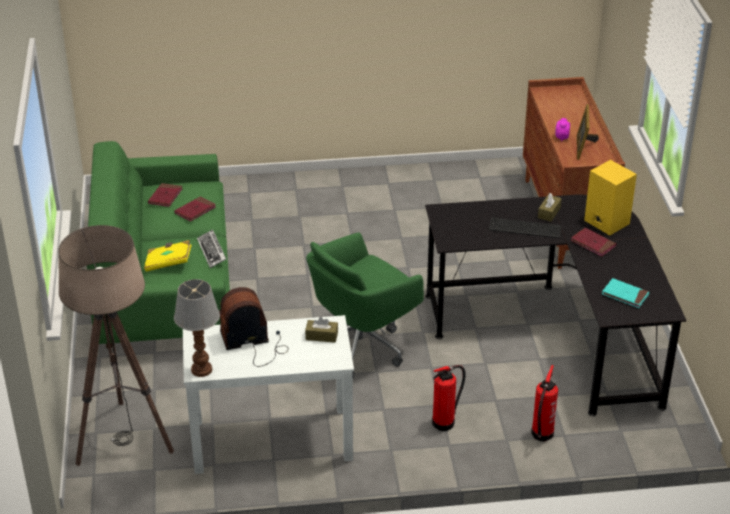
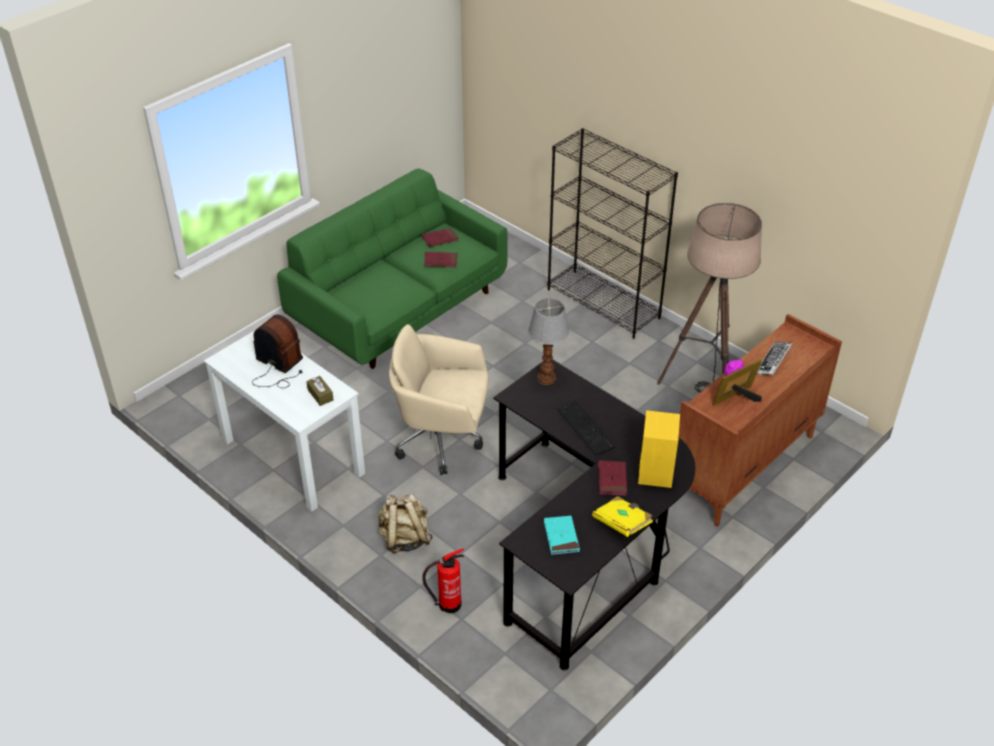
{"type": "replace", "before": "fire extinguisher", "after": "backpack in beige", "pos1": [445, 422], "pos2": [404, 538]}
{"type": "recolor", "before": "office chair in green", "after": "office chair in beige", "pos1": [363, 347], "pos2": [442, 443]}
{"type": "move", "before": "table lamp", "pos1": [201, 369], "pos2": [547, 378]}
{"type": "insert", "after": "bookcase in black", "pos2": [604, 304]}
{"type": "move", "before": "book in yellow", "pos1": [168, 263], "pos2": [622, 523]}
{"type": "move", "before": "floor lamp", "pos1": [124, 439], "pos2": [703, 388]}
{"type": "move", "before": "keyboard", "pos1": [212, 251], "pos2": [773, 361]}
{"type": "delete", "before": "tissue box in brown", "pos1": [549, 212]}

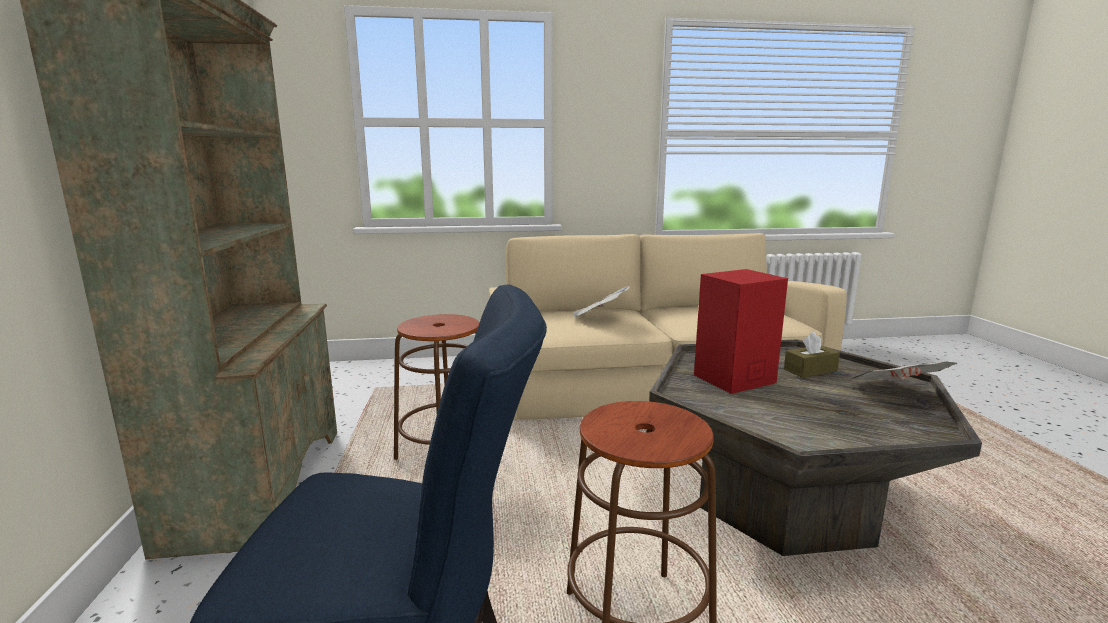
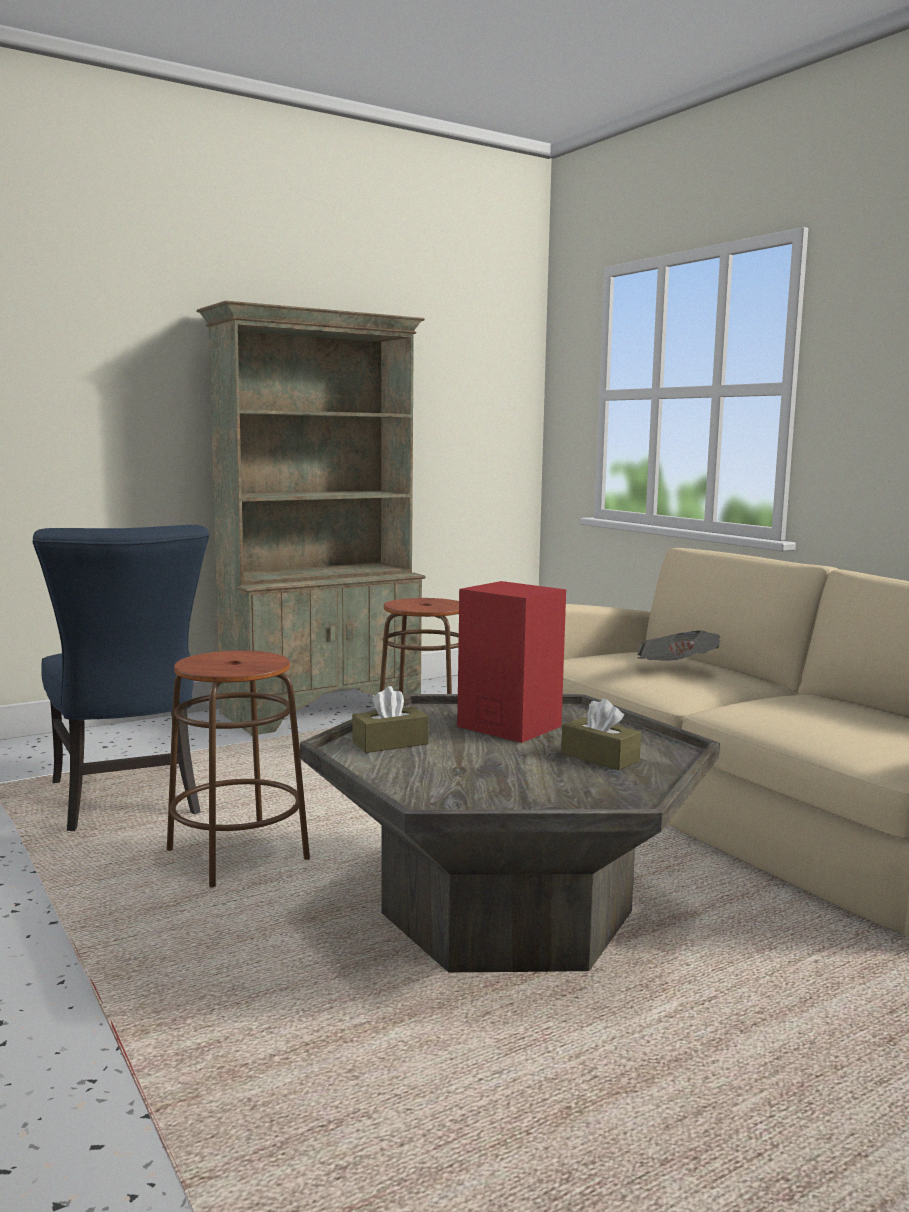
{"type": "insert", "after": "tissue box in brown", "pos2": [390, 743]}
{"type": "delete", "before": "newspaper", "pos1": [894, 394]}

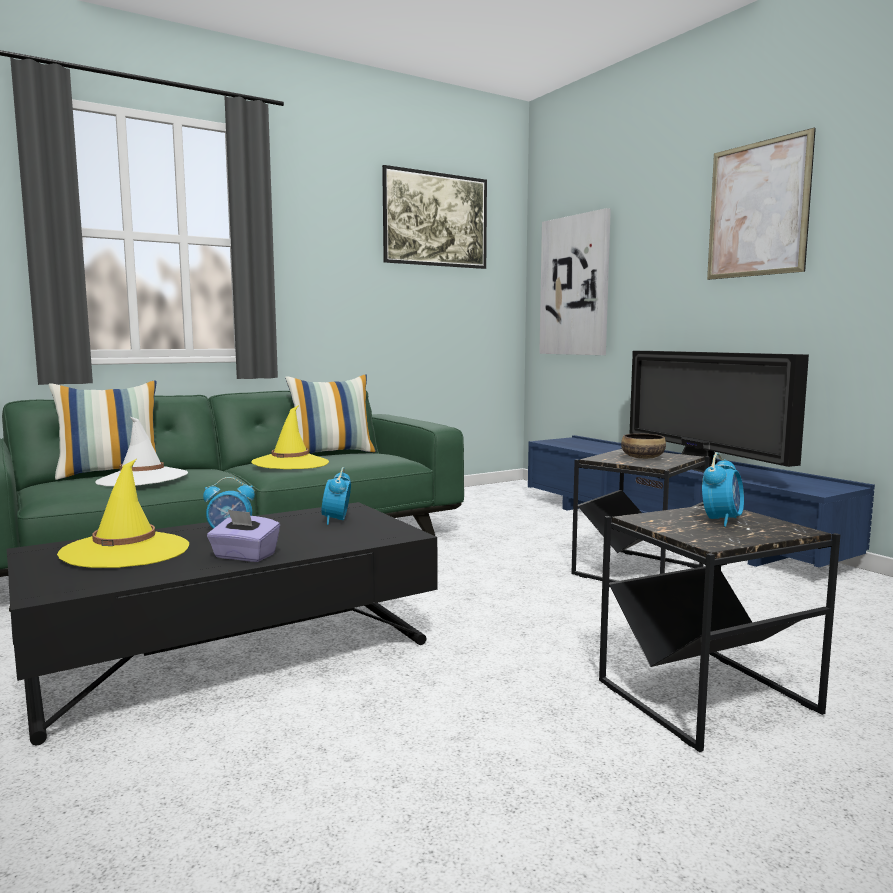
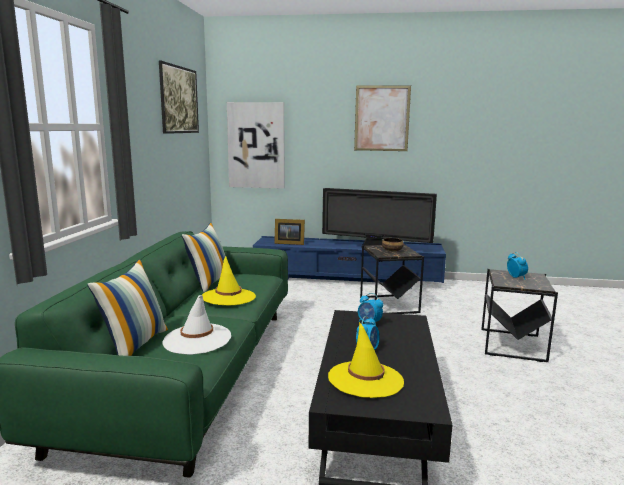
{"type": "insert", "after": "picture frame", "pos2": [288, 243]}
{"type": "delete", "before": "tissue box in purple", "pos1": [244, 556]}

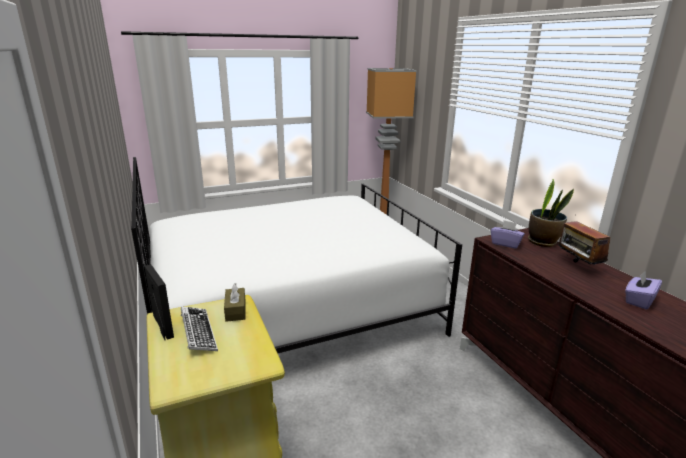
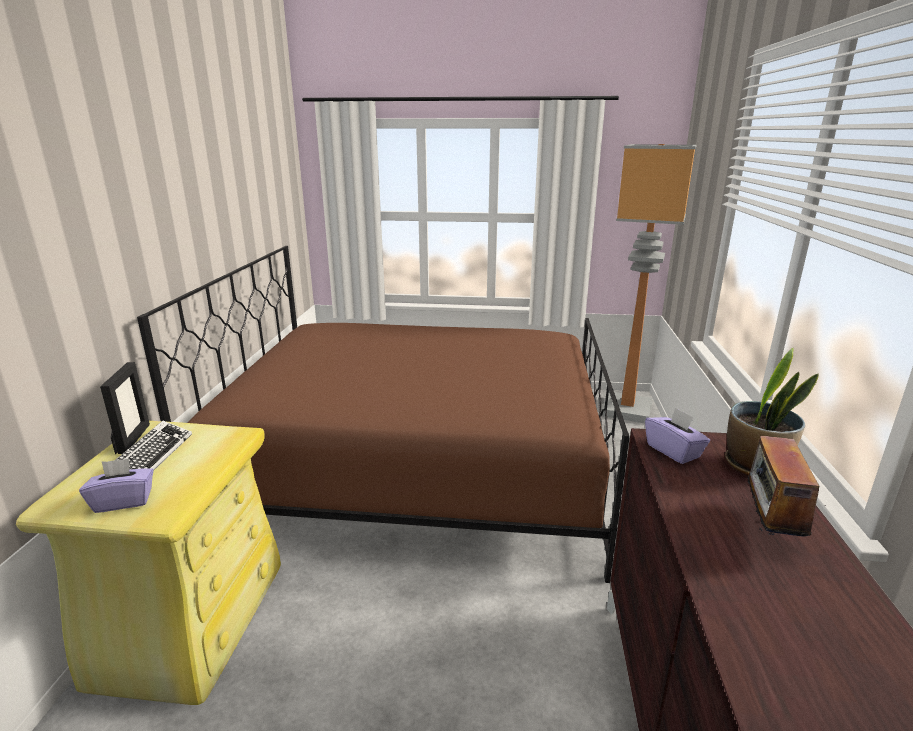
{"type": "move", "before": "tissue box in purple", "pos1": [639, 300], "pos2": [124, 501]}
{"type": "recolor", "before": "bed in white", "after": "bed in brown", "pos1": [290, 311], "pos2": [418, 473]}
{"type": "delete", "before": "tissue box in brown", "pos1": [235, 310]}

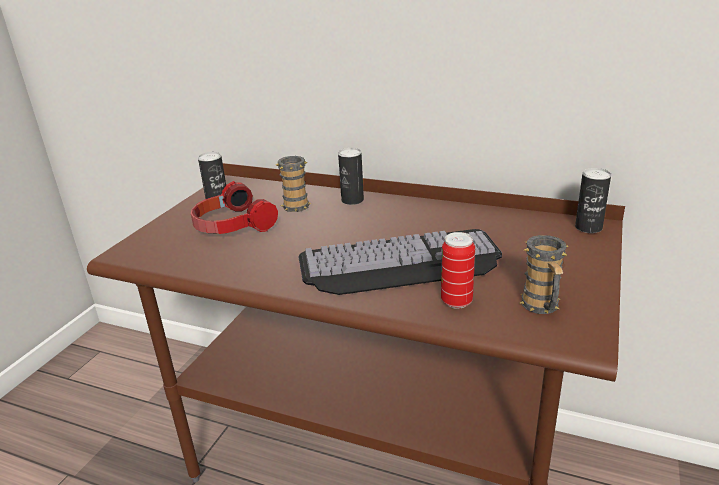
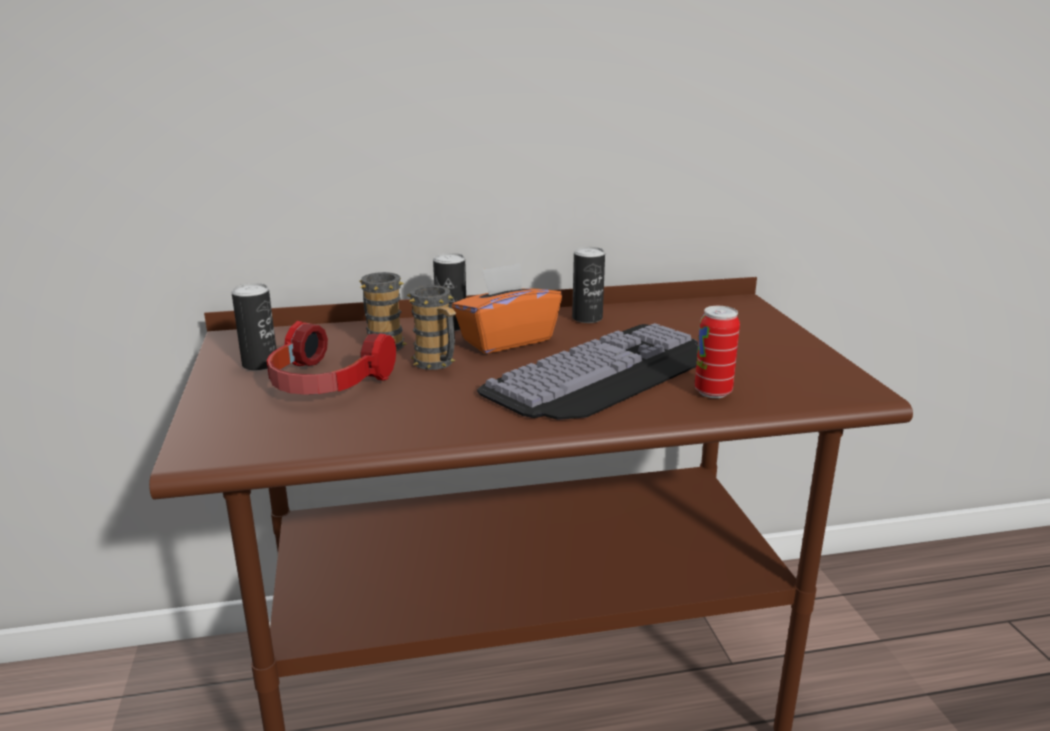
{"type": "move", "before": "mug", "pos1": [542, 307], "pos2": [437, 364]}
{"type": "insert", "after": "tissue box in orange", "pos2": [506, 340]}
{"type": "move", "before": "can", "pos1": [588, 227], "pos2": [587, 318]}

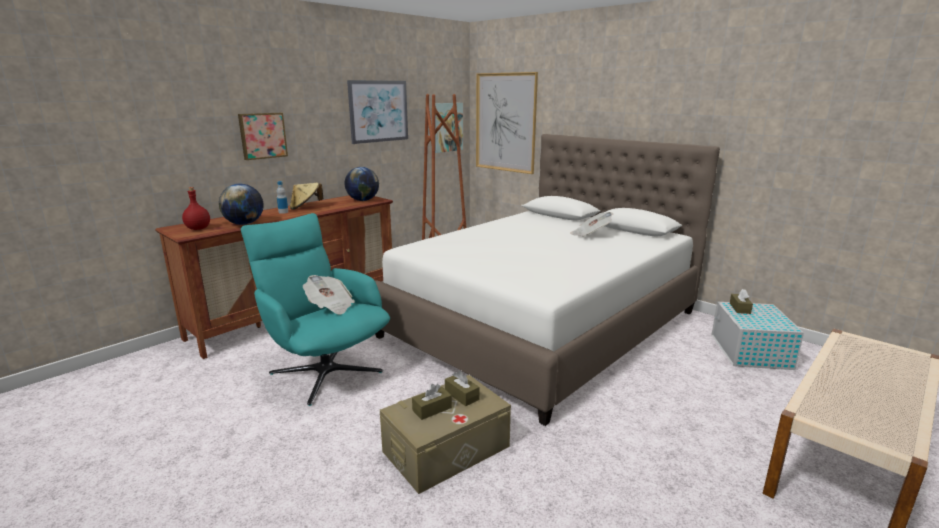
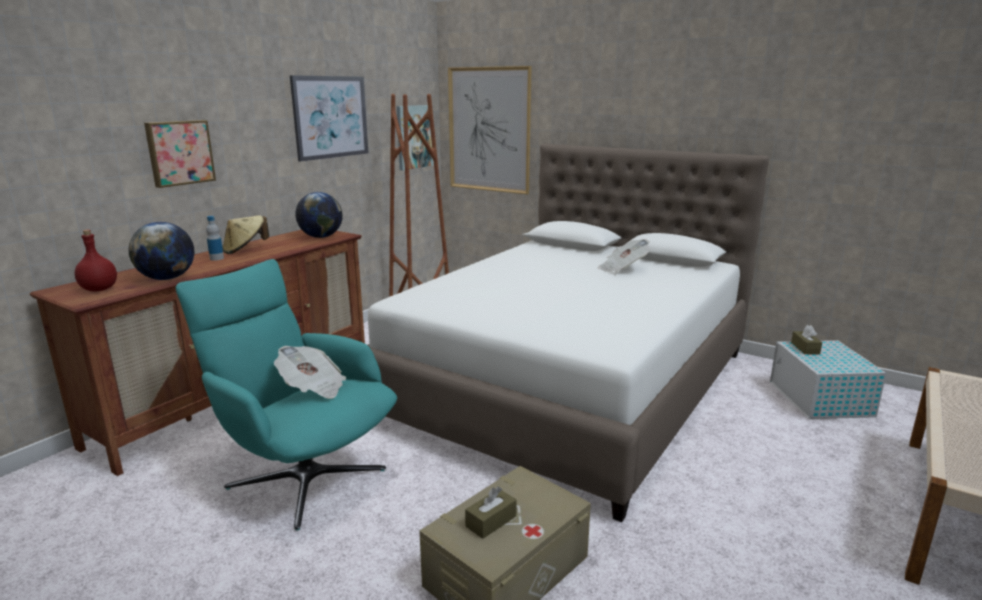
{"type": "delete", "before": "tissue box in brown", "pos1": [462, 395]}

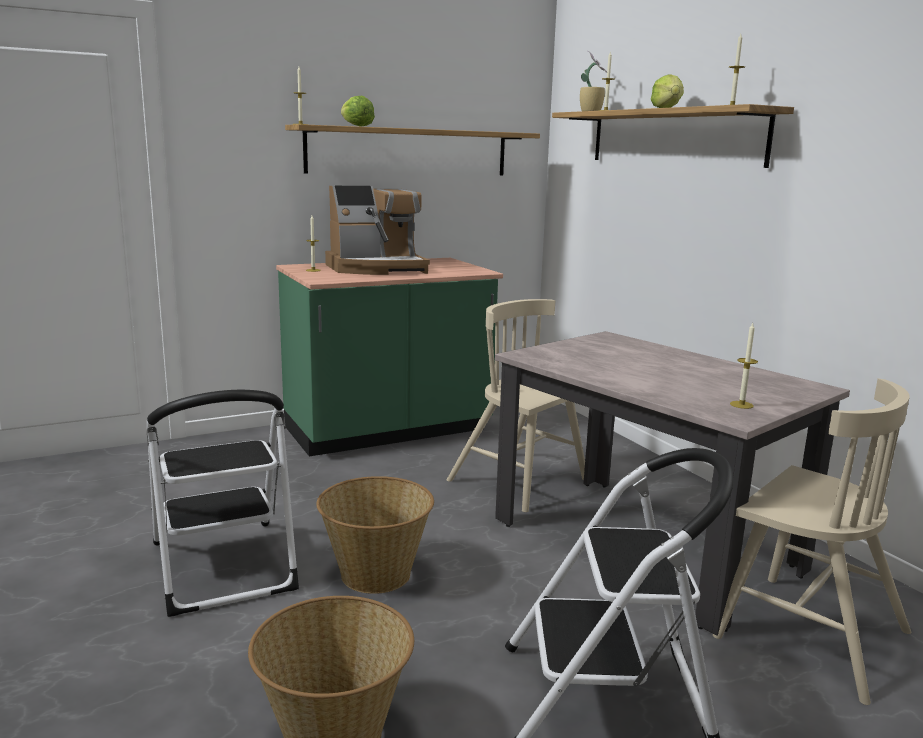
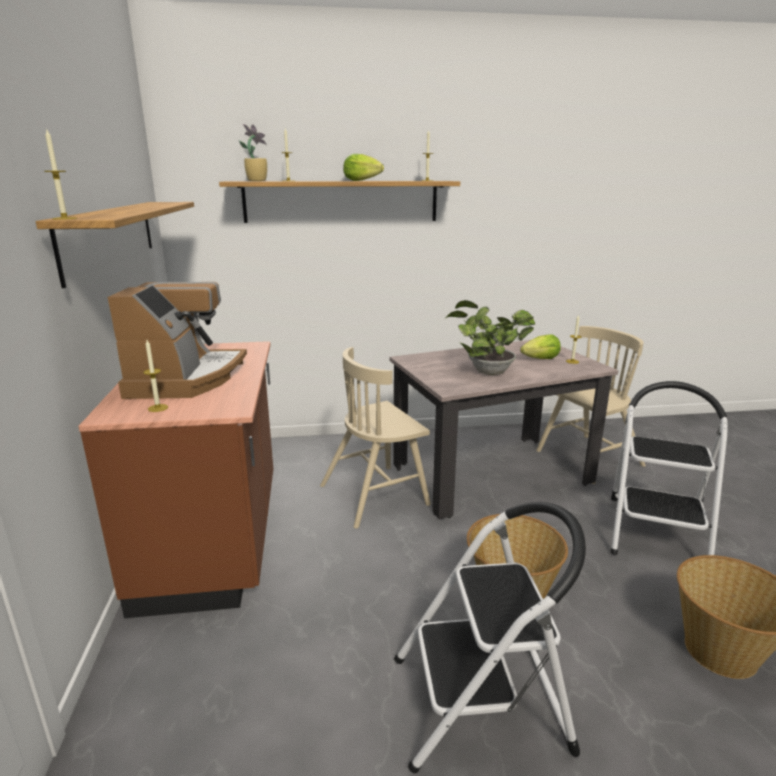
{"type": "recolor", "before": "counter in green", "after": "counter in brown", "pos1": [388, 431], "pos2": [215, 540]}
{"type": "insert", "after": "potted plant", "pos2": [486, 371]}
{"type": "move", "before": "lettuce", "pos1": [356, 126], "pos2": [541, 359]}

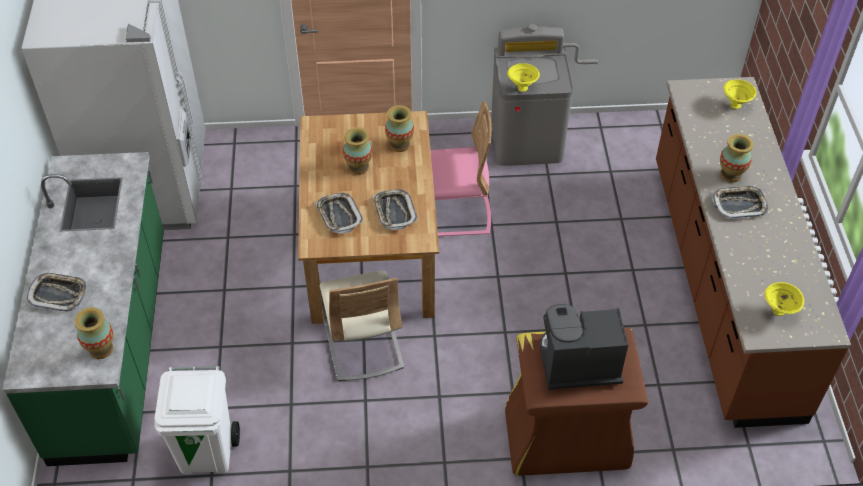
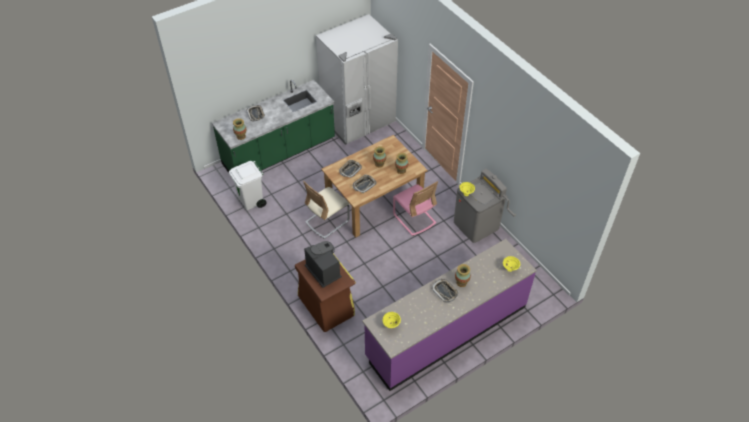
{"type": "recolor", "before": "counter in brown", "after": "counter in purple", "pos1": [722, 285], "pos2": [446, 331]}

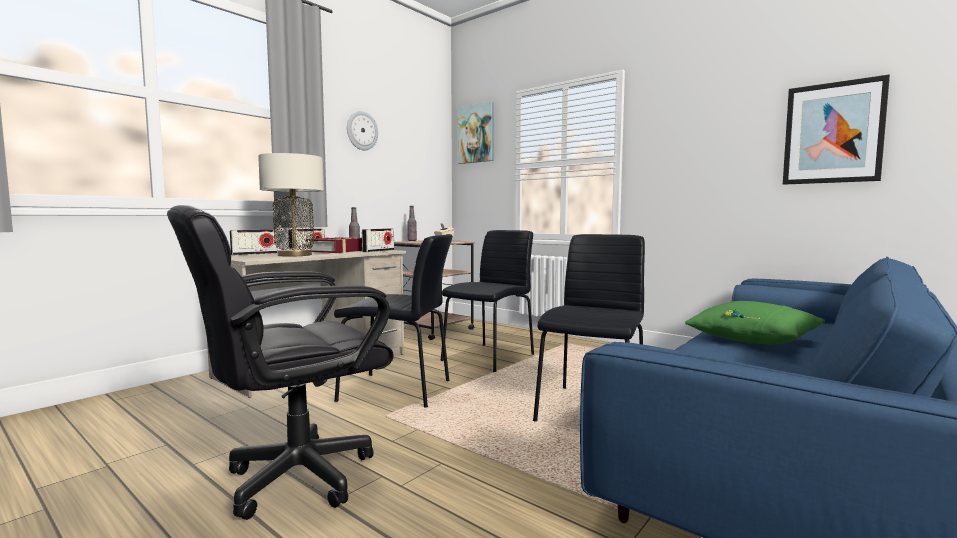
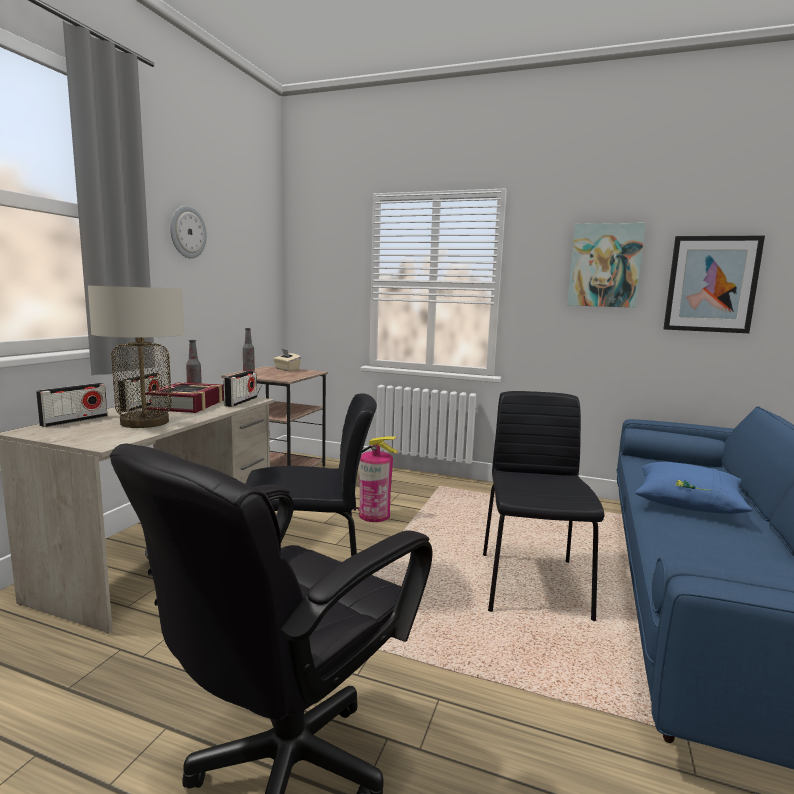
{"type": "replace", "before": "chair in black", "after": "fire extinguisher", "pos1": [490, 356], "pos2": [374, 515]}
{"type": "move", "before": "picture", "pos1": [476, 134], "pos2": [604, 265]}
{"type": "recolor", "before": "pillow in green", "after": "pillow in blue", "pos1": [753, 340], "pos2": [687, 504]}

